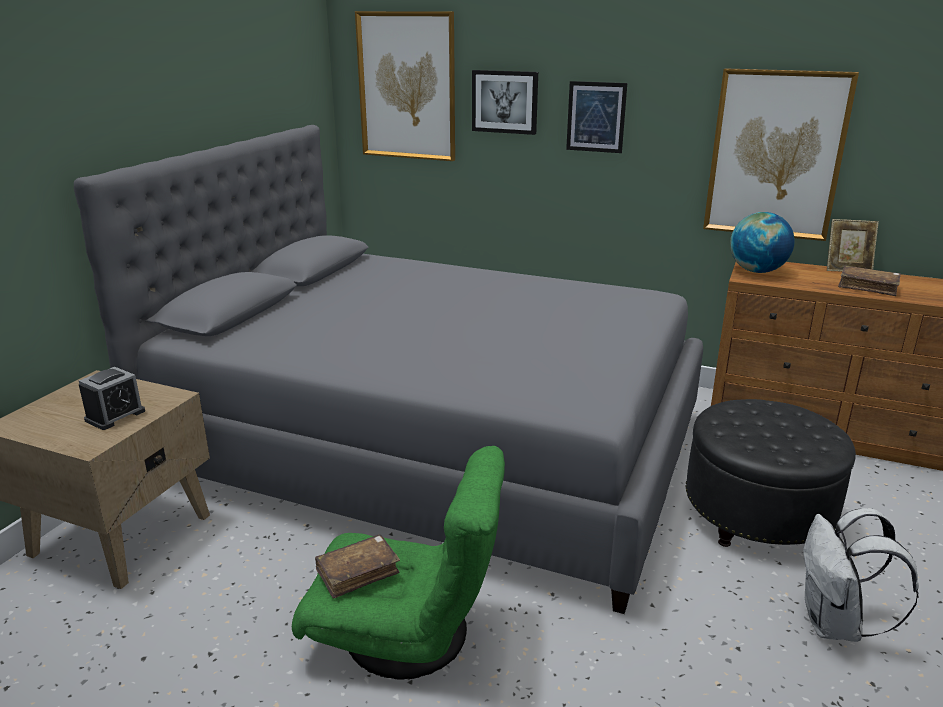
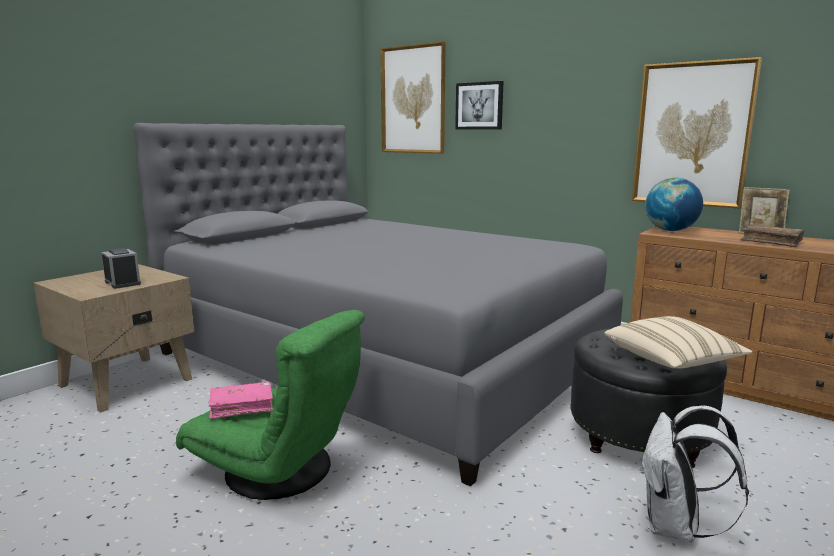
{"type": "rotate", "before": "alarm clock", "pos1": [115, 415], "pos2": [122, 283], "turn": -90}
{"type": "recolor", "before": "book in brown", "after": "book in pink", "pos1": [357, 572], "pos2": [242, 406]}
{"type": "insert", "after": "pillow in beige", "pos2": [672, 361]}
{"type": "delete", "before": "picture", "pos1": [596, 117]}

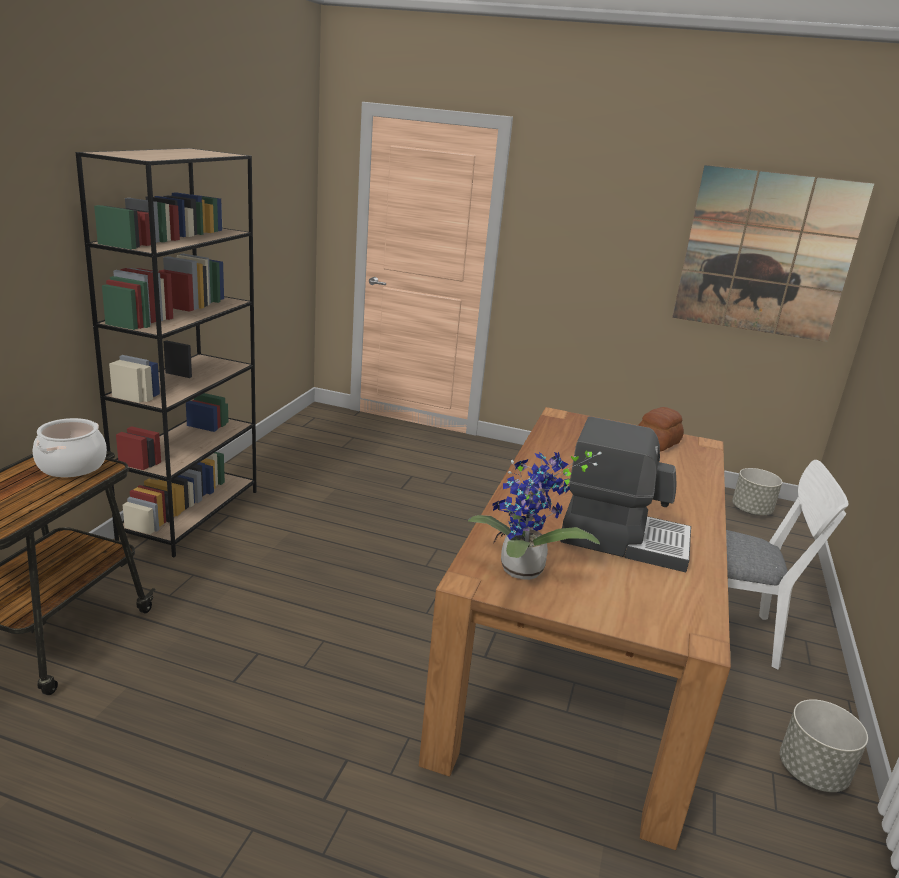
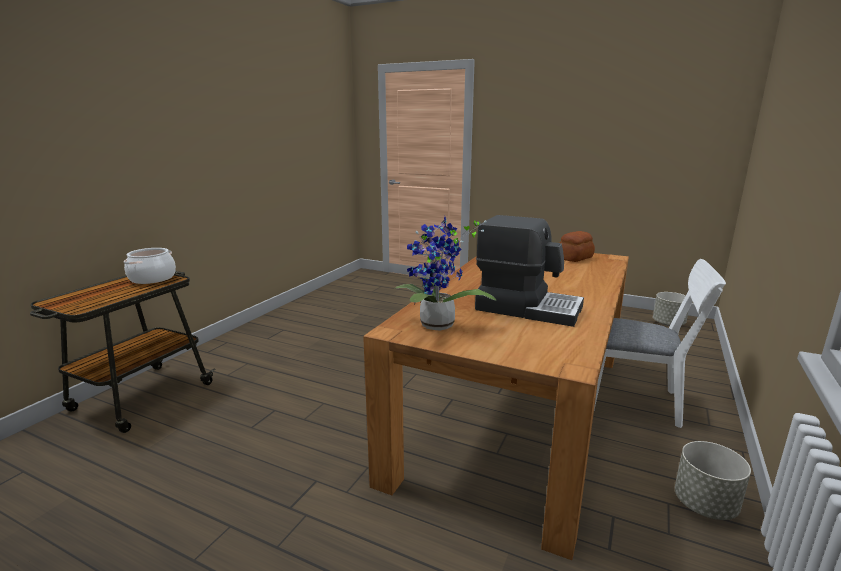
{"type": "delete", "before": "bookcase in beige", "pos1": [190, 514]}
{"type": "delete", "before": "picture", "pos1": [766, 254]}

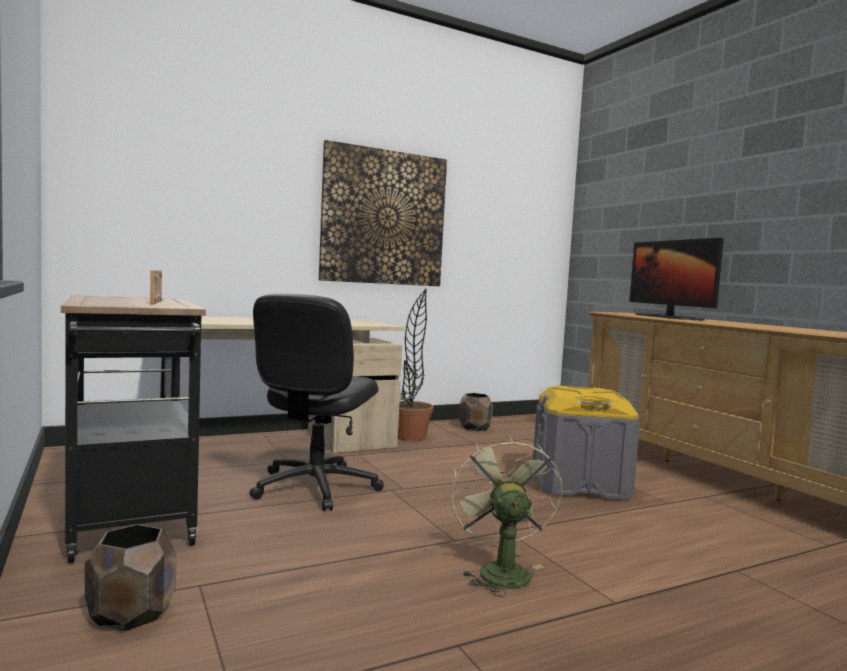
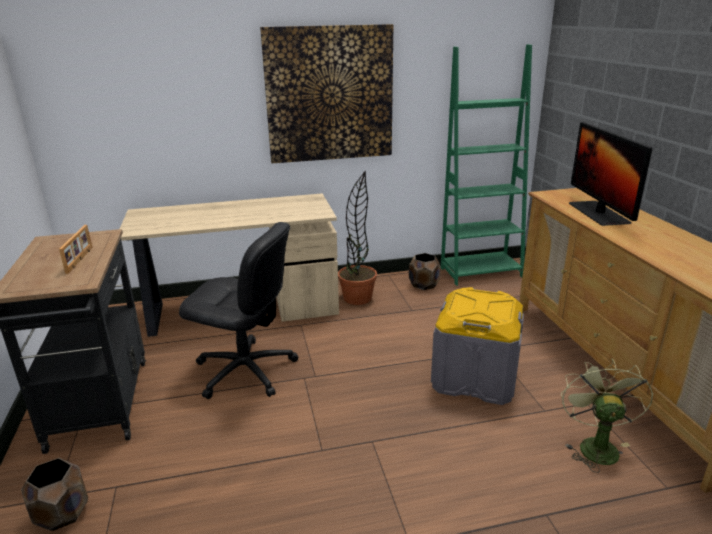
{"type": "rotate", "before": "office chair in black", "pos1": [315, 487], "pos2": [245, 370], "turn": -105}
{"type": "insert", "after": "bookcase in green", "pos2": [481, 272]}
{"type": "move", "before": "fan in green", "pos1": [499, 570], "pos2": [595, 445]}

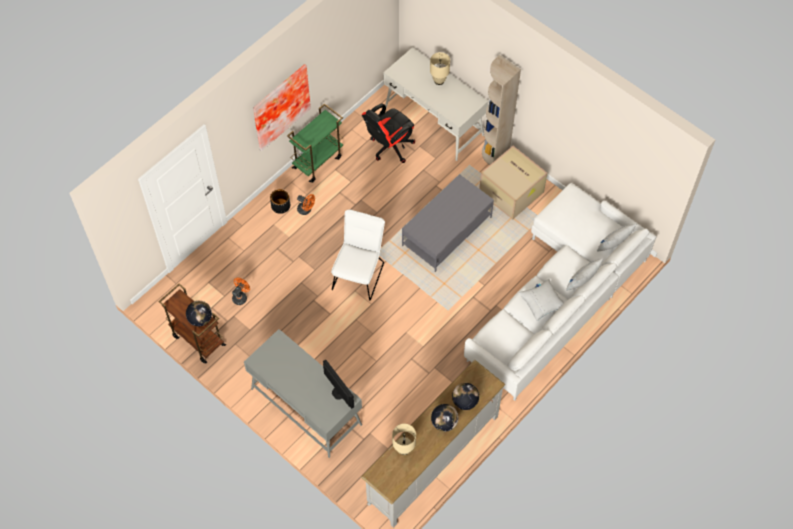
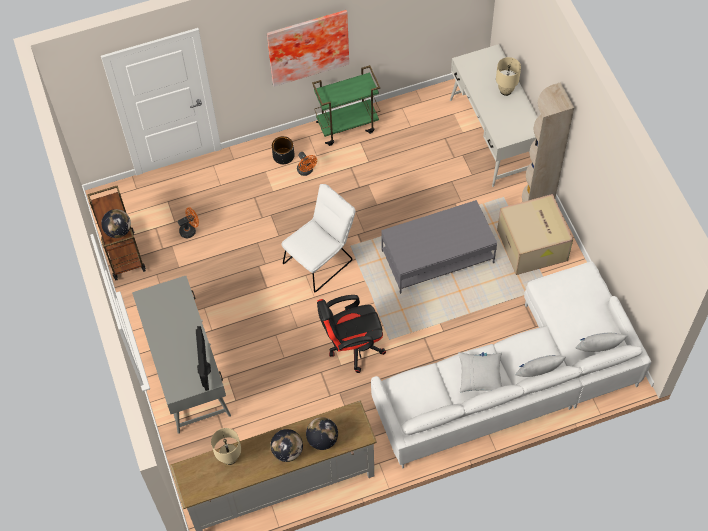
{"type": "move", "before": "office chair in black", "pos1": [388, 148], "pos2": [351, 347]}

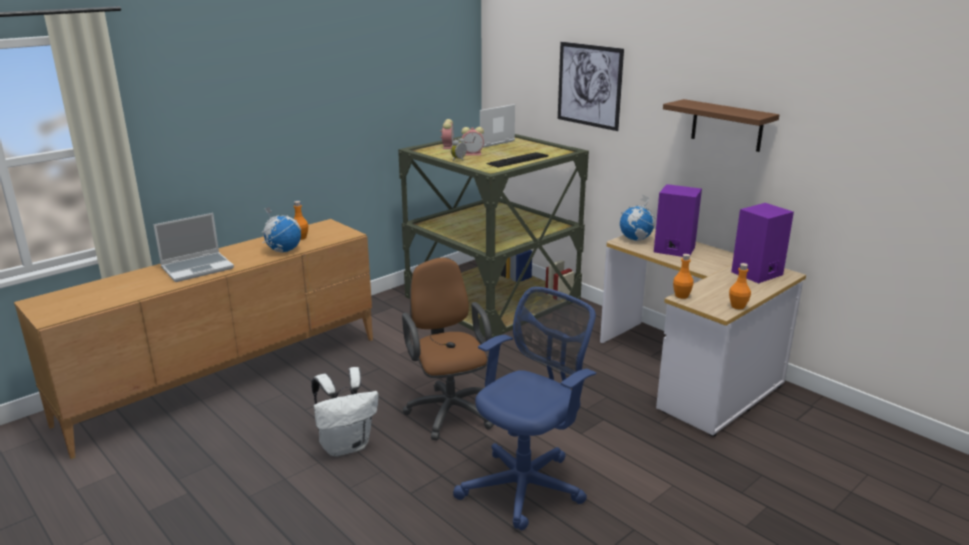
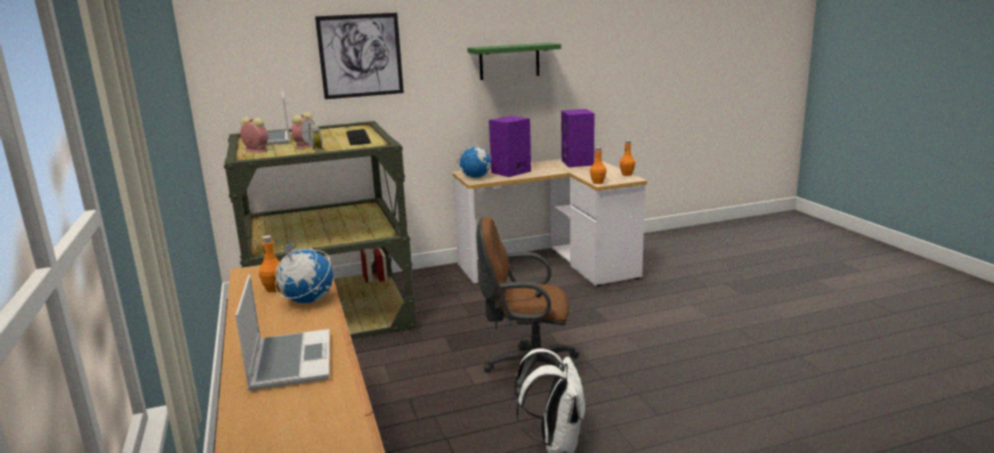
{"type": "recolor", "before": "shelf in brown", "after": "shelf in green", "pos1": [727, 125], "pos2": [509, 61]}
{"type": "delete", "before": "office chair in blue", "pos1": [526, 485]}

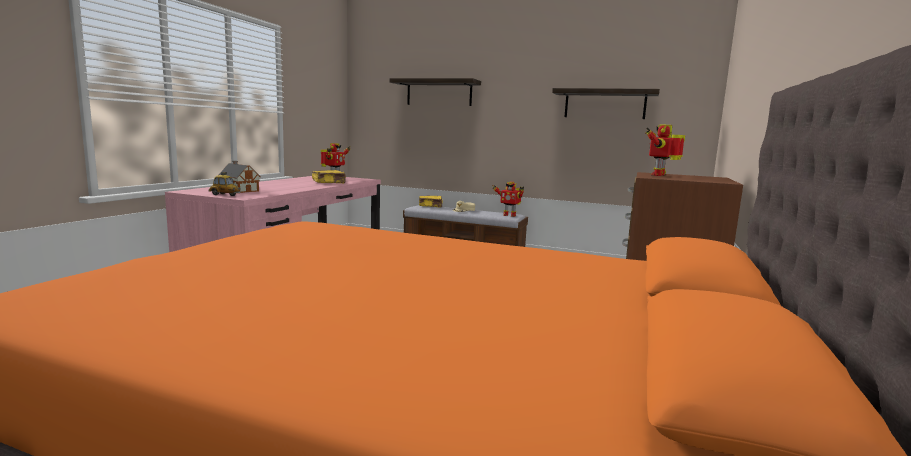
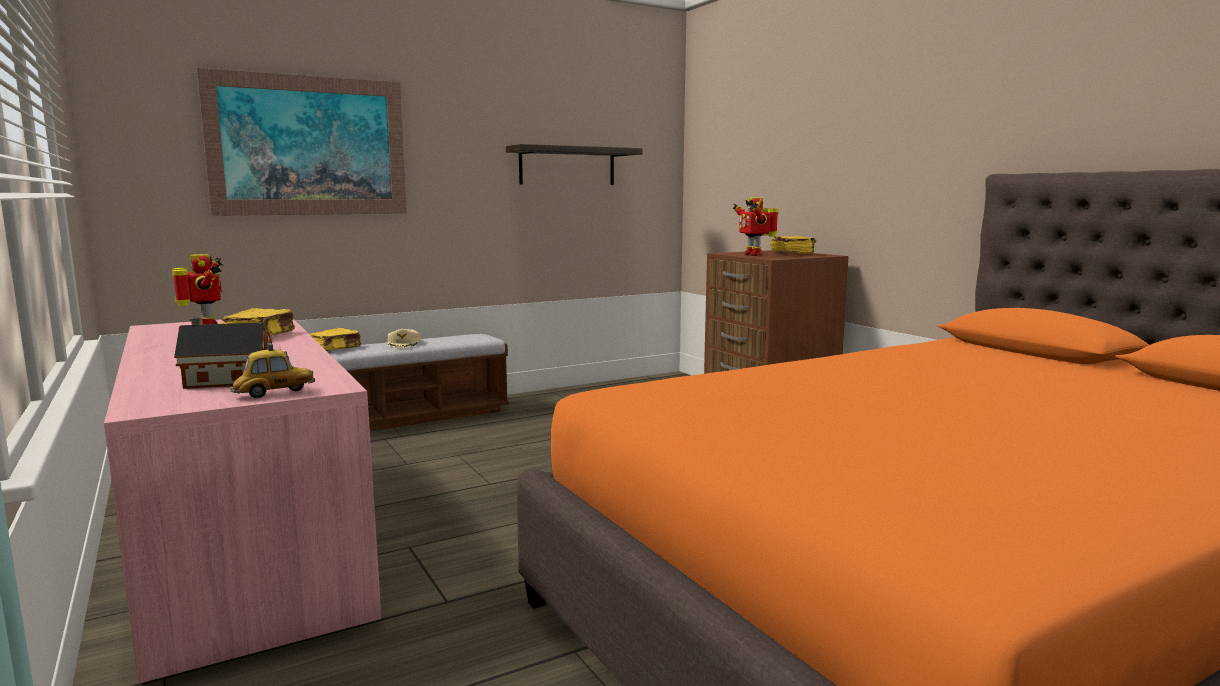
{"type": "replace", "before": "shelf", "after": "picture", "pos1": [439, 93], "pos2": [309, 146]}
{"type": "insert", "after": "book in yellow", "pos2": [792, 253]}
{"type": "delete", "before": "toy robot", "pos1": [509, 215]}

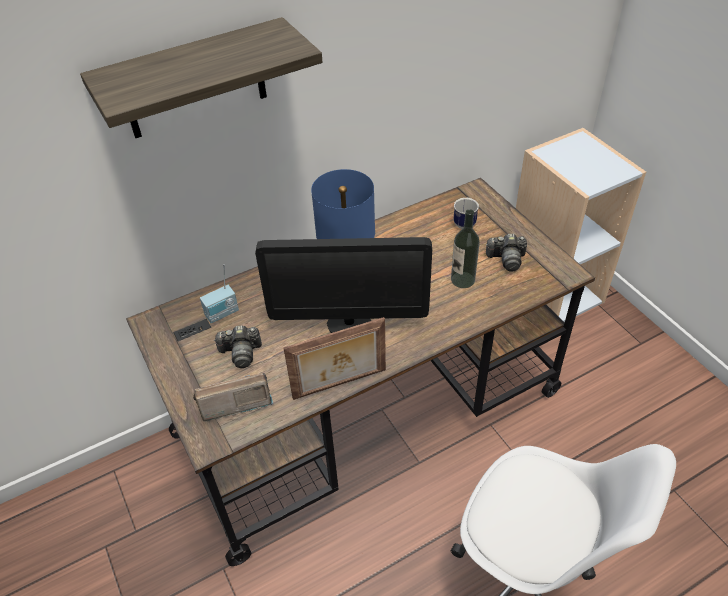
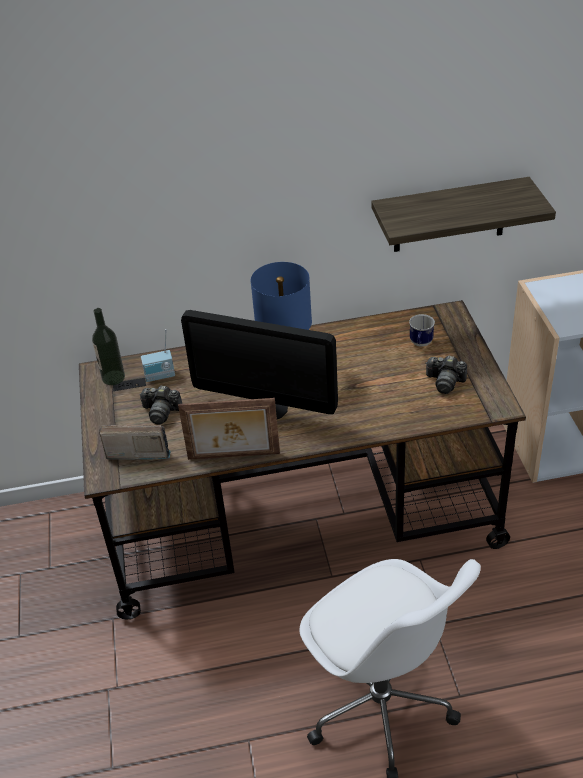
{"type": "move", "before": "bottle", "pos1": [462, 280], "pos2": [113, 377]}
{"type": "move", "before": "shelf", "pos1": [194, 81], "pos2": [449, 215]}

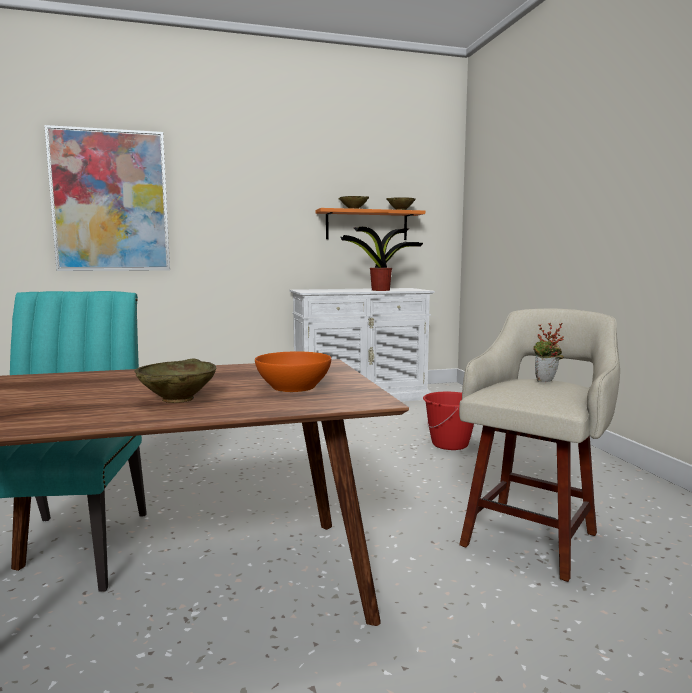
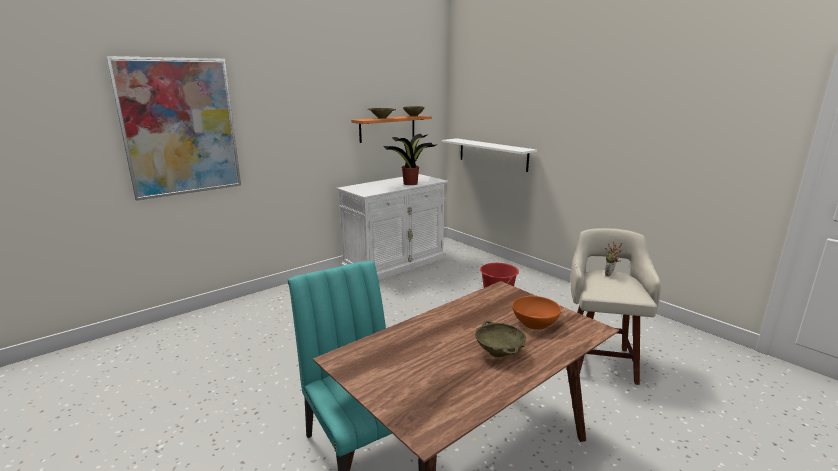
{"type": "insert", "after": "shelf in white", "pos2": [492, 154]}

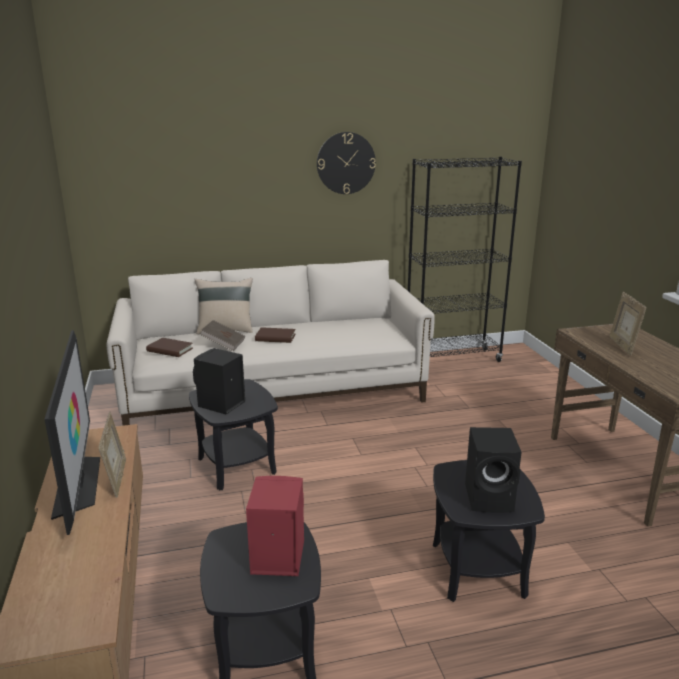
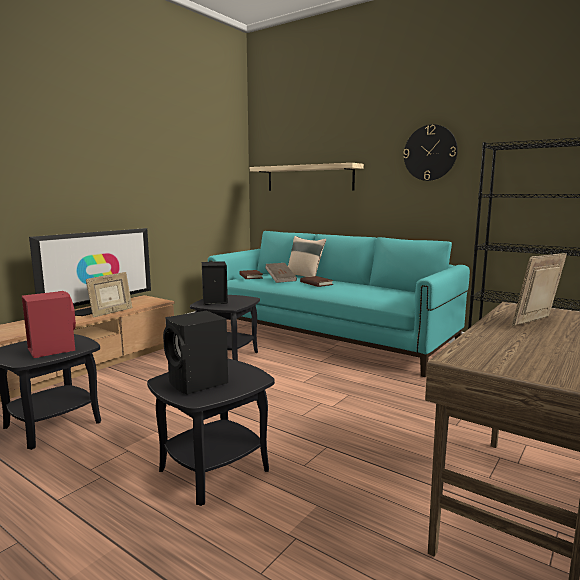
{"type": "recolor", "before": "sofa in beige", "after": "sofa in turquoise", "pos1": [274, 392], "pos2": [328, 336]}
{"type": "insert", "after": "shelf", "pos2": [309, 178]}

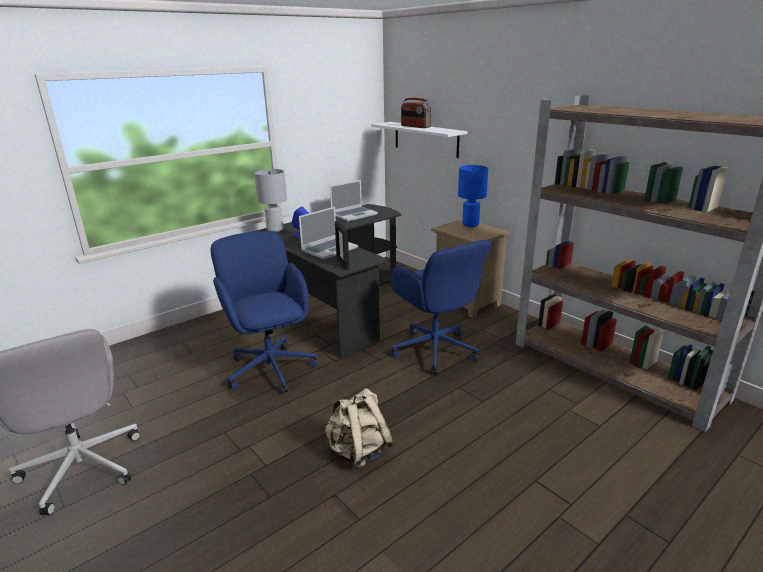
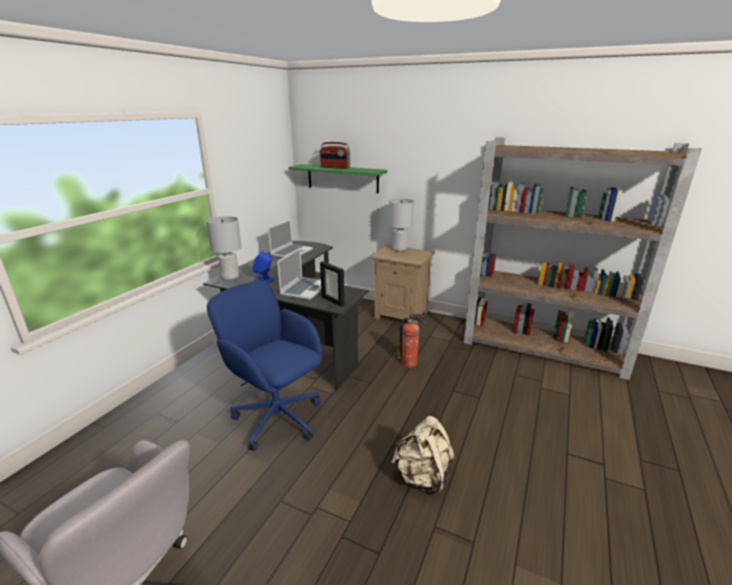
{"type": "recolor", "before": "shelf in white", "after": "shelf in green", "pos1": [425, 139], "pos2": [342, 178]}
{"type": "recolor", "before": "table lamp in blue", "after": "table lamp in grey", "pos1": [470, 226], "pos2": [399, 250]}
{"type": "replace", "before": "office chair in blue", "after": "fire extinguisher", "pos1": [435, 351], "pos2": [410, 364]}

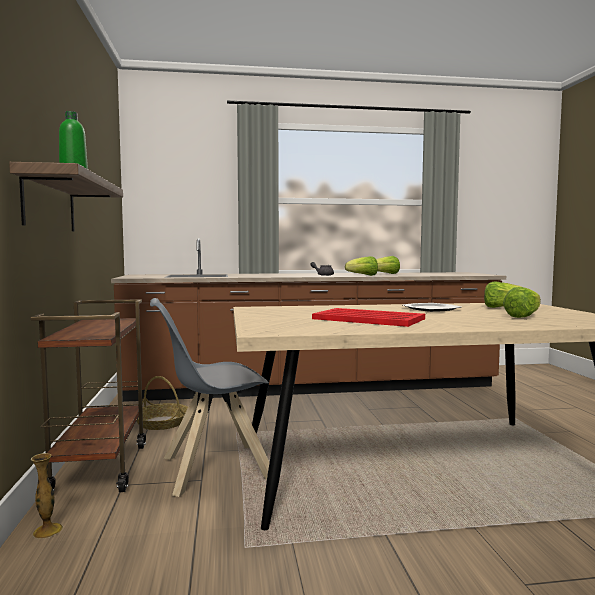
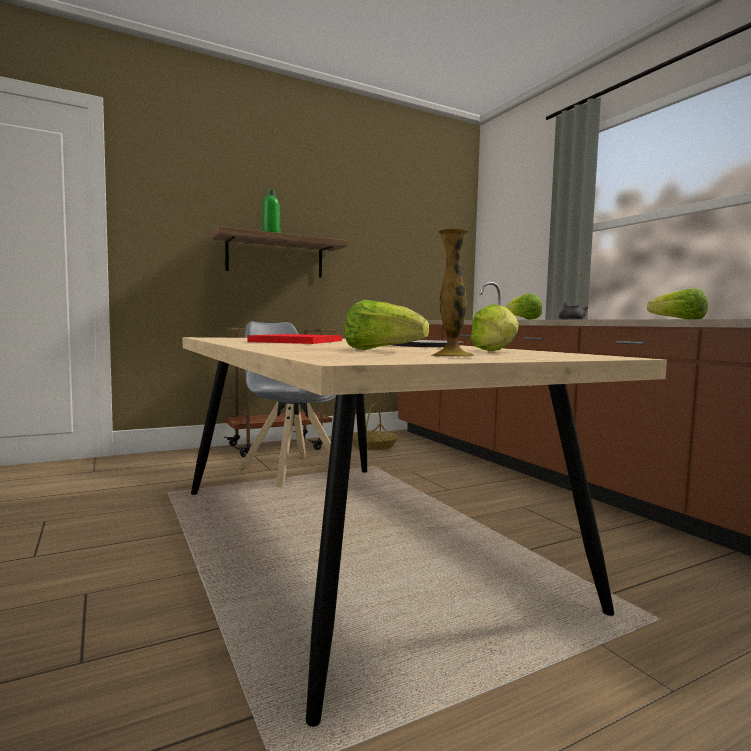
{"type": "move", "before": "vase", "pos1": [47, 531], "pos2": [452, 356]}
{"type": "move", "before": "lettuce", "pos1": [363, 275], "pos2": [522, 319]}

